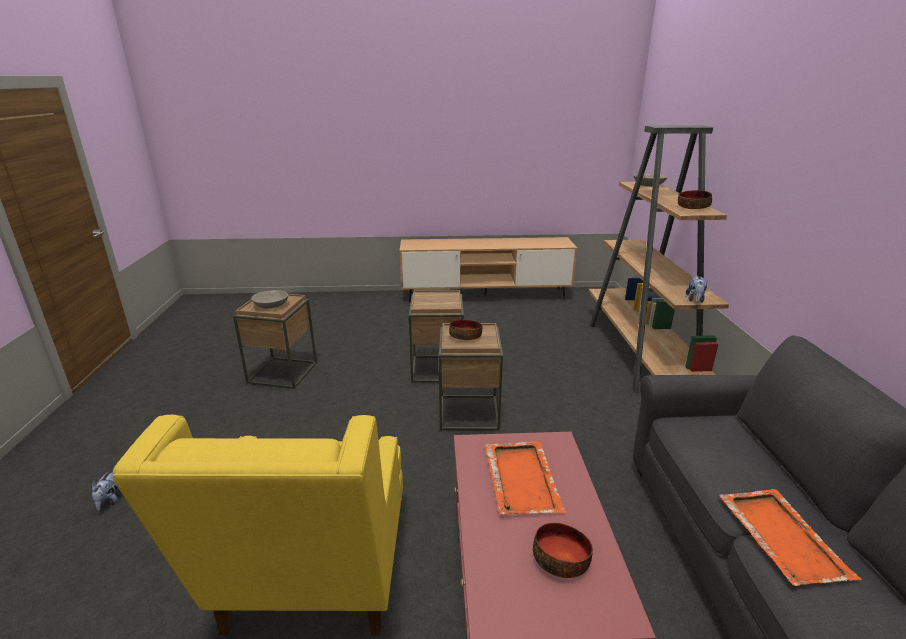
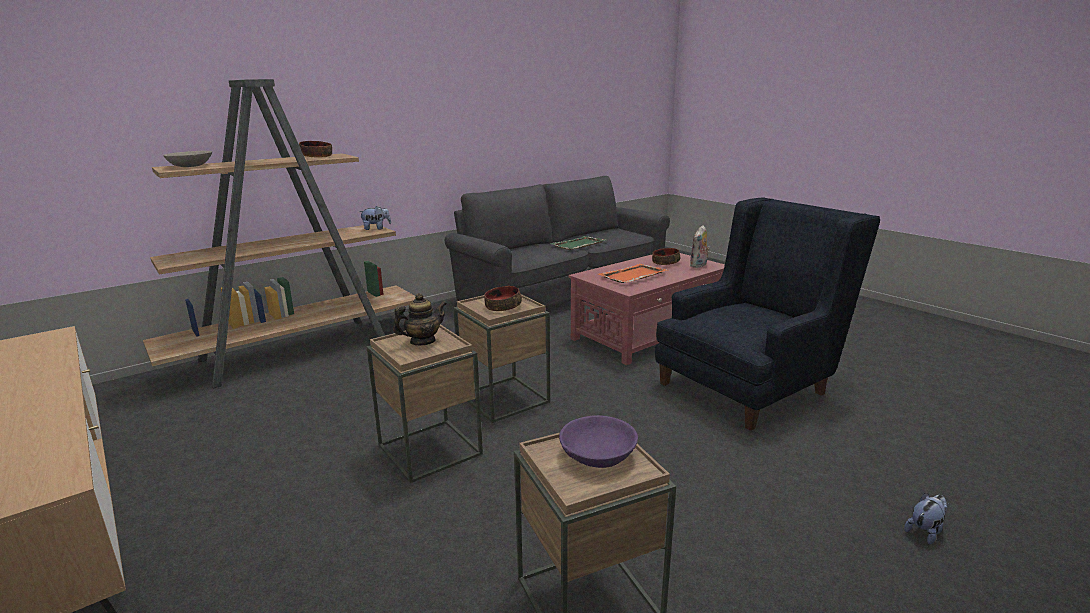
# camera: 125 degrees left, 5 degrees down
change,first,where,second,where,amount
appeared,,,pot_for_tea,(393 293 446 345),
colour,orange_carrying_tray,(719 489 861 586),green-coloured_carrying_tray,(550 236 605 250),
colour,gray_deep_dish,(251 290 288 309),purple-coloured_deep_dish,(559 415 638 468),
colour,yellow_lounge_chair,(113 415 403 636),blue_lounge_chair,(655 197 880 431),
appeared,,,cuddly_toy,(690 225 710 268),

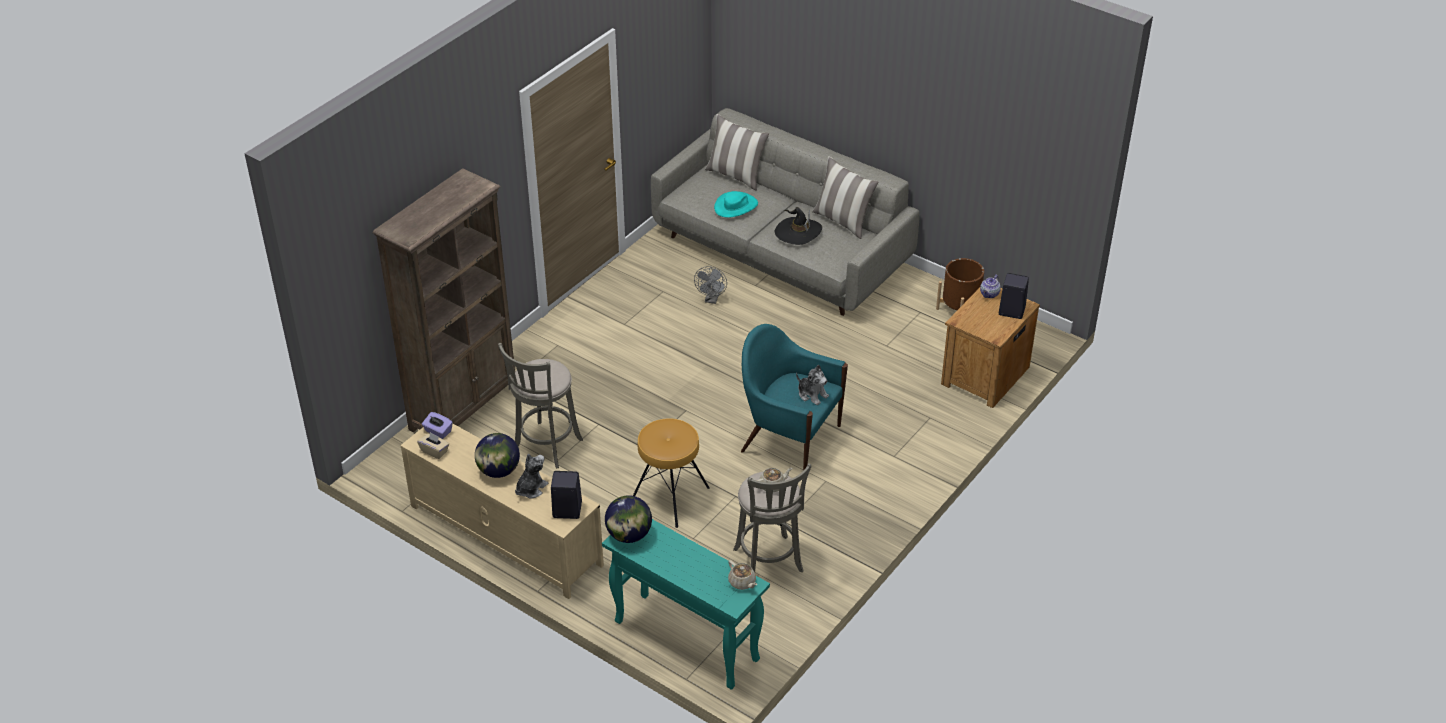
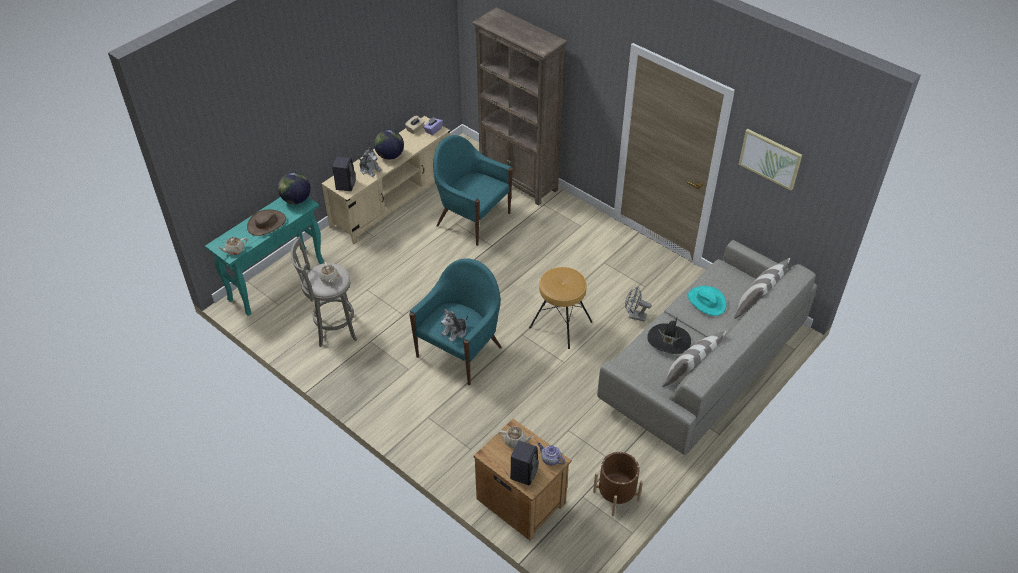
# camera: 95 degrees right, 5 degrees up
change,first,where,second,where,amount
appeared,,,brown_clothing_hat,(247 209 286 236),
exchanged,gray_stool,(498 343 583 469),turquoise_lounge_chair,(433 135 513 246),
appeared,,,beige-coloured_pot_for_tea,(499 427 533 448),
relocated,brown_stool,(633 418 710 528),,(529 267 592 349),
appeared,,,wall_picture,(738 129 802 191),

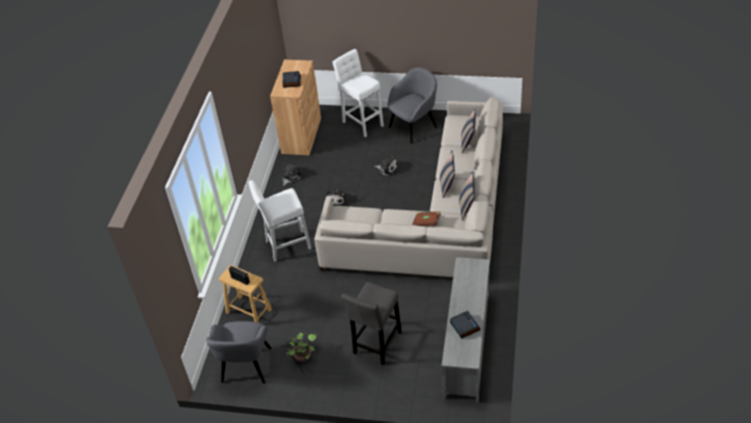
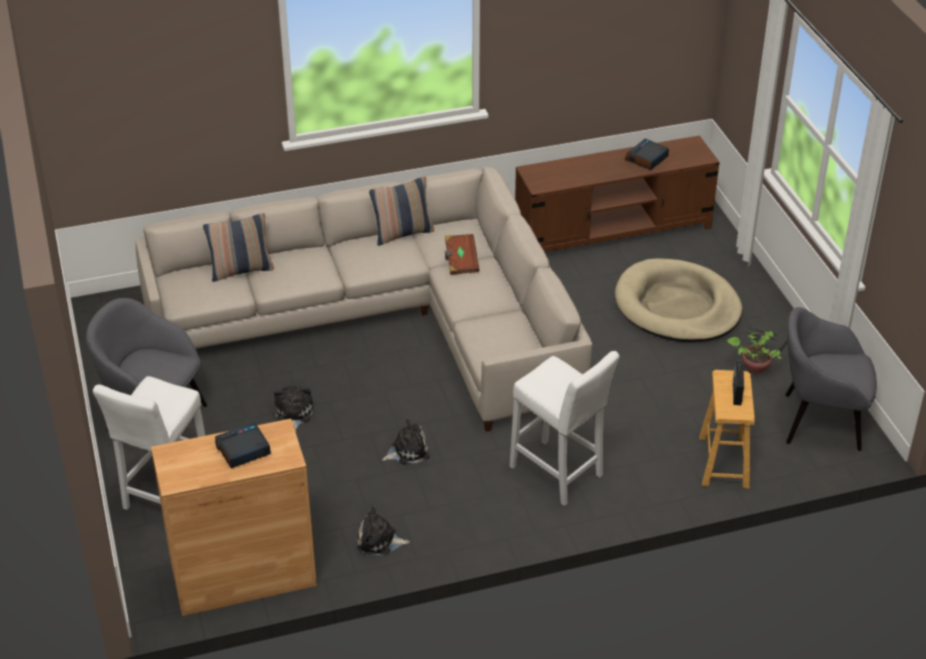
# camera: 120 degrees left, 5 degrees down
change,first,where,second,where,amount
colour,gray_tv_stand,(442 257 490 403),brown_tv_stand,(515 135 720 252),
exchanged,gray_stool,(341 282 402 365),beige-coloured_dog_cushion,(615 258 742 342),
spun,gray_lounge_chair,(206 321 272 384),,(785 307 877 451),150 degrees counterclockwise
missing,pillow,(440 151 455 198),,,

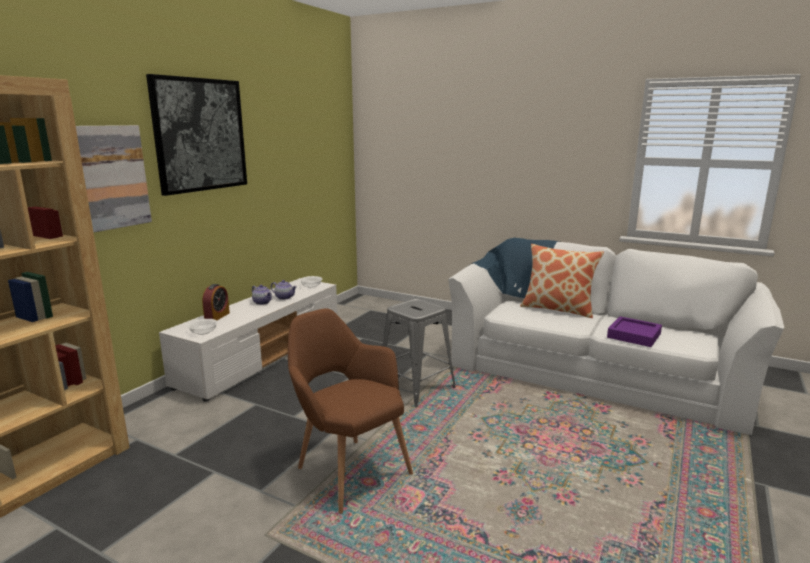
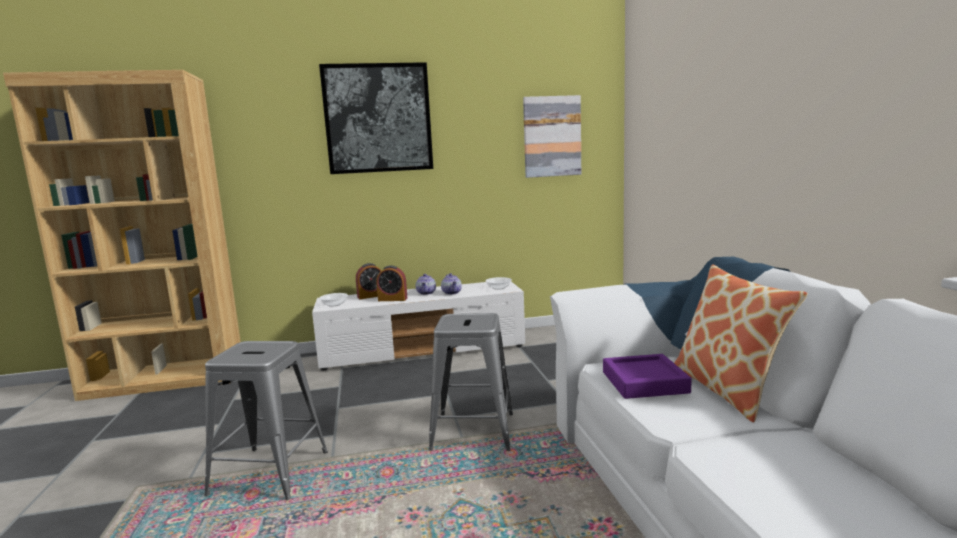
# camera: 50 degrees right, 5 degrees down
change,first,where,second,where,amount
exchanged,brown_lounge_chair,(288 309 413 514),gray_stool,(204 341 328 500),
appeared,,,bedside_clock,(376 265 407 301),
relocated,wall_picture,(76 125 152 233),,(523 95 581 178),
relocated,purple-coloured_carrying_tray,(607 316 662 347),,(603 354 692 399),

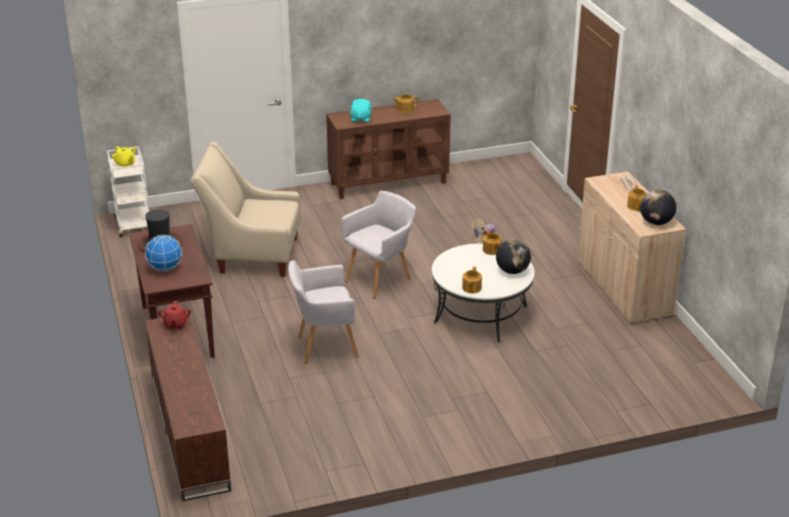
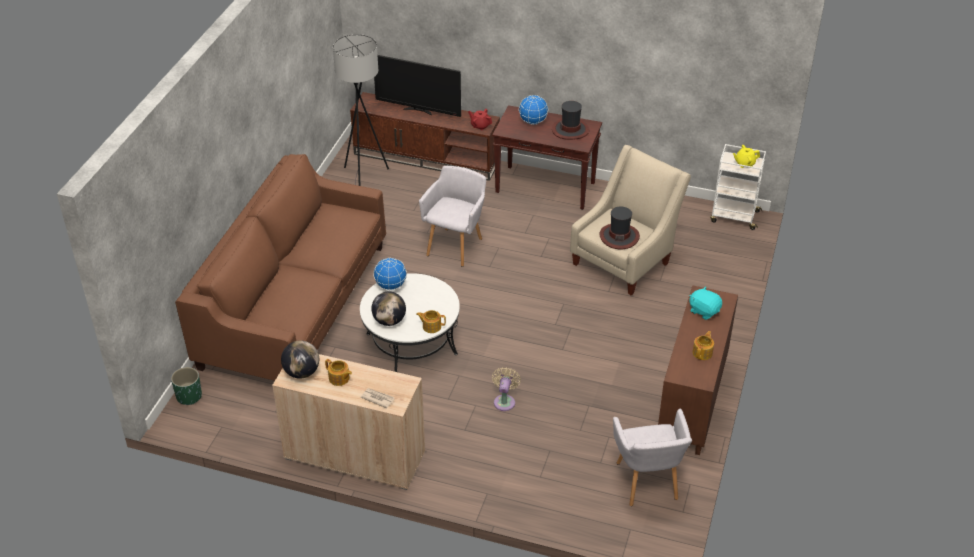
# camera: 125 degrees right, 10 degrees up
change,first,where,second,where,amount
appeared,,,green-coloured_planter,(171 367 202 405),
appeared,,,brown_settee,(175 154 386 381),
appeared,,,gray_floor_lamp,(333 34 389 186),
exchanged,pot_for_tea,(462 266 482 293),desk_globe,(373 257 407 290),
appeared,,,TV,(374 55 461 117),
appeared,,,clothing_hat,(600 206 640 249),
relocated,gray_lounge_chair,(342 191 416 299),,(613 409 692 506),

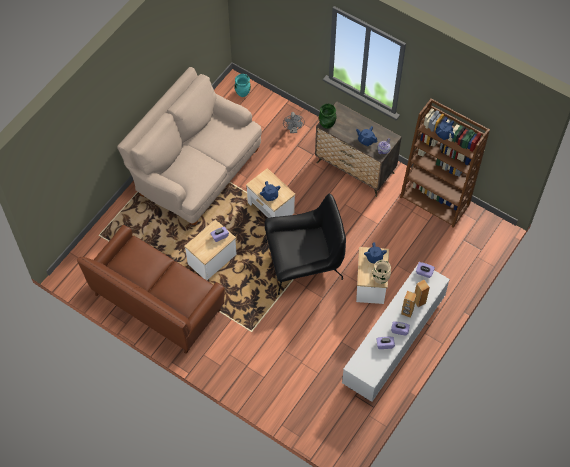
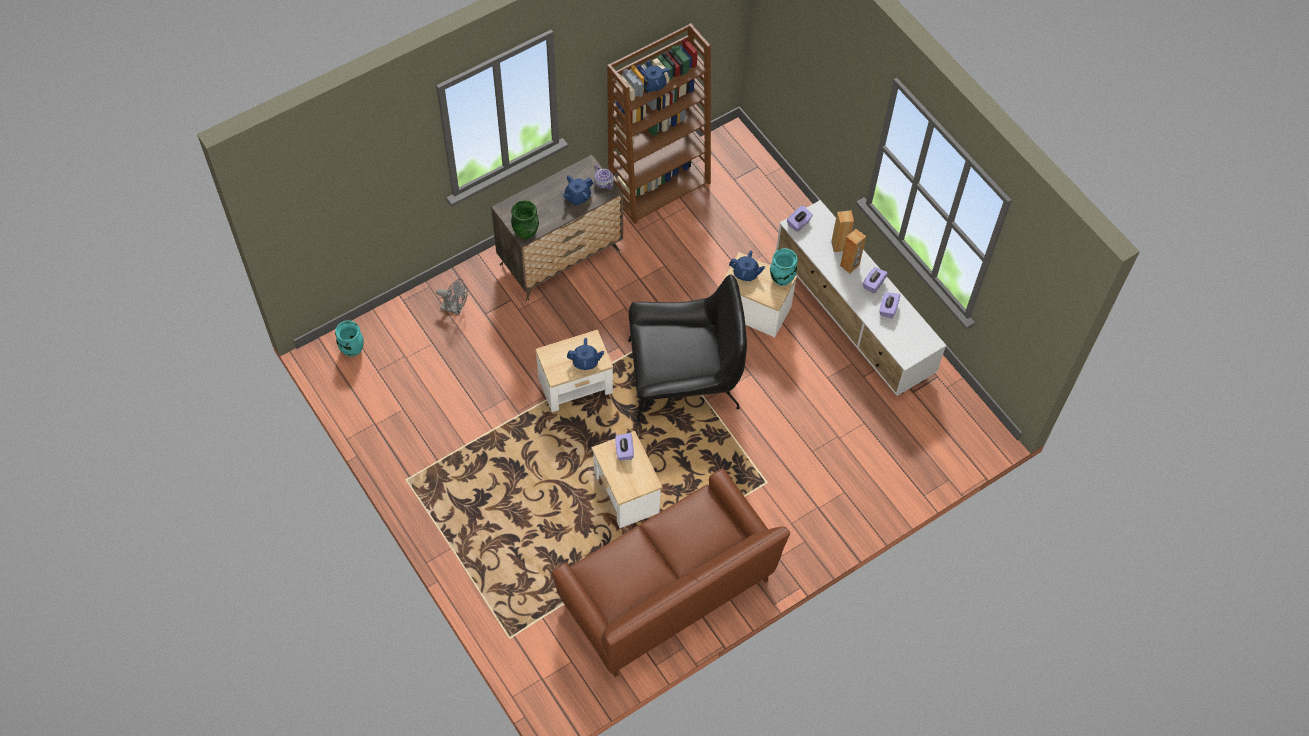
# camera: 70 degrees left, 0 degrees up
change,first,where,second,where,amount
spun,black_lounge_chair,(265 194 346 295),,(628 274 747 421),75 degrees clockwise
colour,beige-coloured_vase,(372 260 391 284),turquoise_vase,(770 248 798 286),
missing,beige-coloured_settee,(117 67 262 225),,,

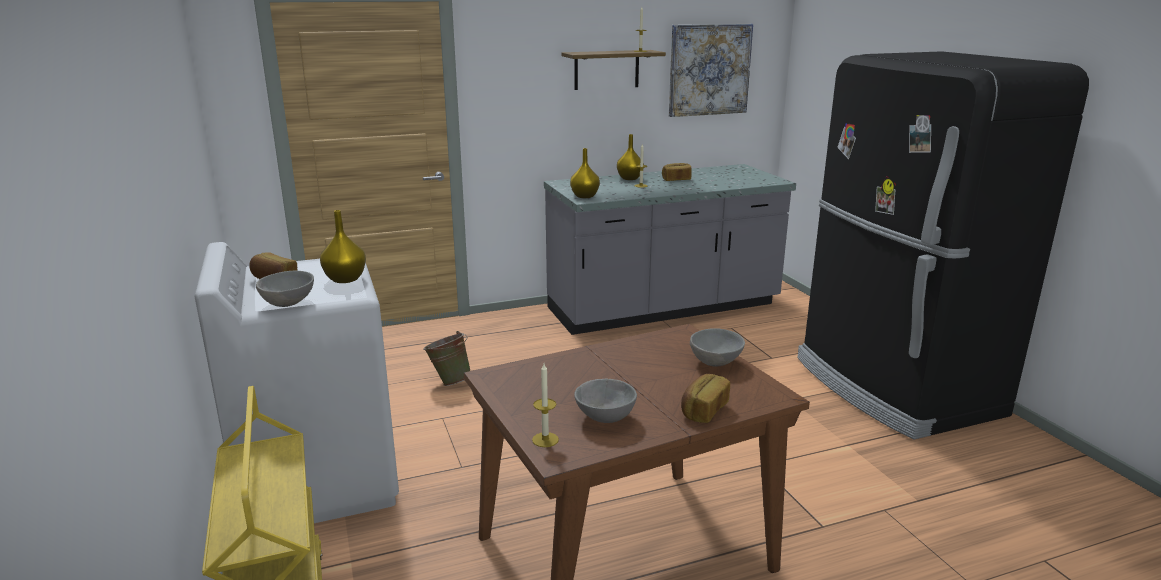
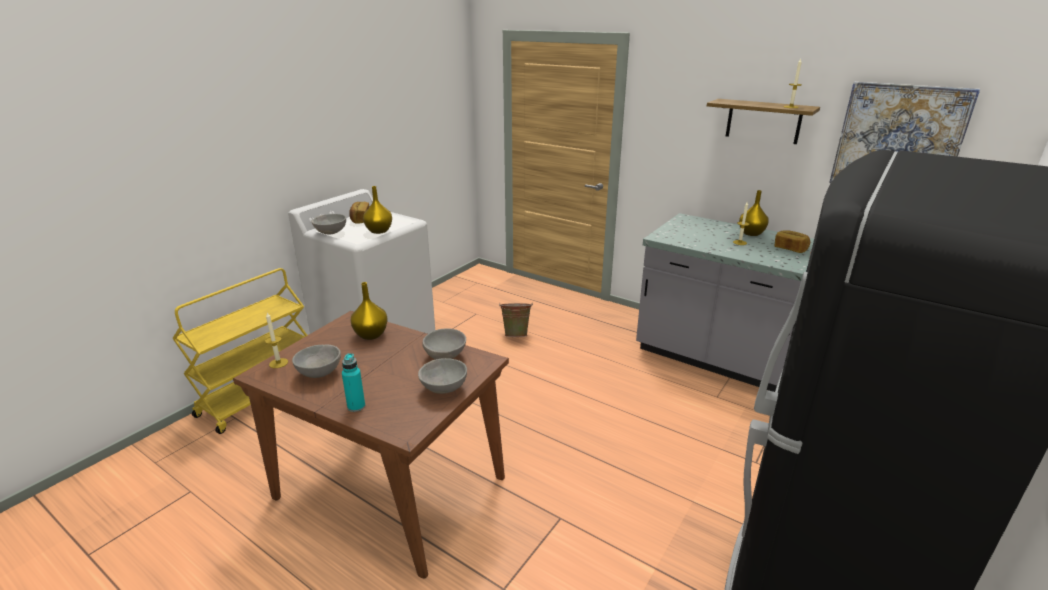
# camera: 55 degrees right, 5 degrees up
change,first,where,second,where,amount
exchanged,baked_bread,(681 374 730 423),turquoise_drink_bottle,(342 353 365 412),
relocated,yellow_vase,(570 148 600 198),,(350 282 388 340),
appeared,,,gray_deep_dish,(423 328 466 360),

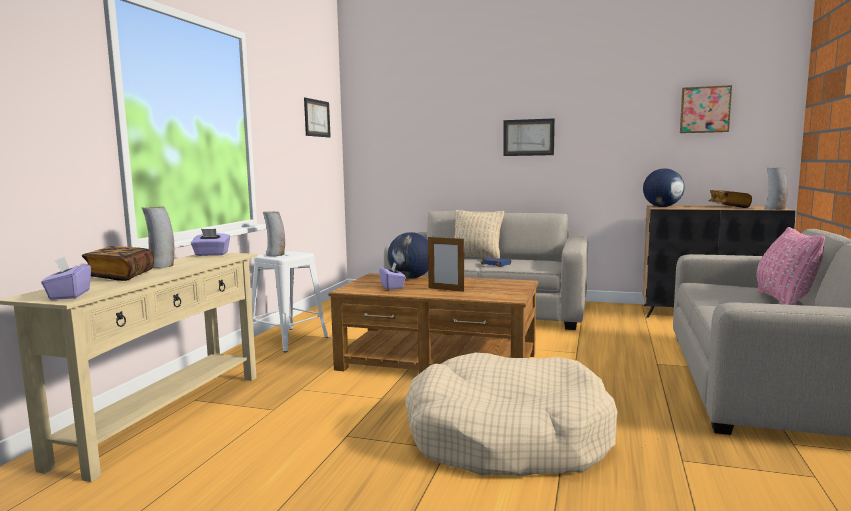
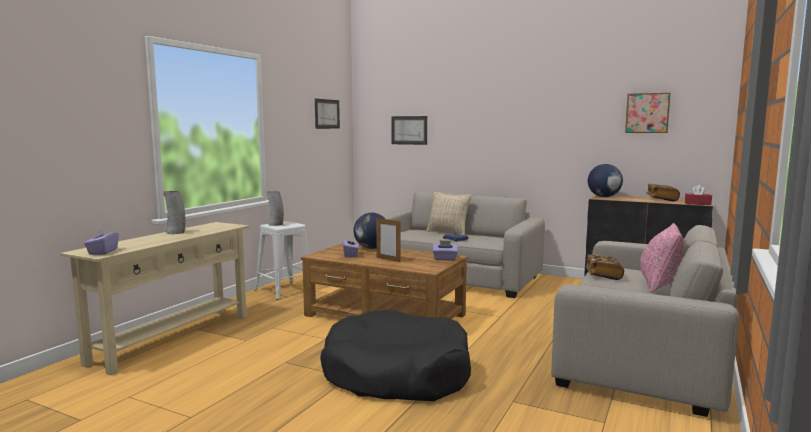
# camera: 10 degrees right, 0 degrees up
change,first,where,second,where,amount
colour,beige-coloured_dog_cushion,(405 353 617 476),black_dog_cushion,(320 310 471 401),
relocated,wall_picture,(503 118 555 156),,(391 116 427 145),
relocated,purple-coloured_tissue_box,(191 229 230 256),,(433 240 458 261),
relocated,volume,(82 246 154 281),,(586 254 624 280),
exchanged,vase,(765 167 788 210),red-coloured_tissue_box,(685 185 712 205),

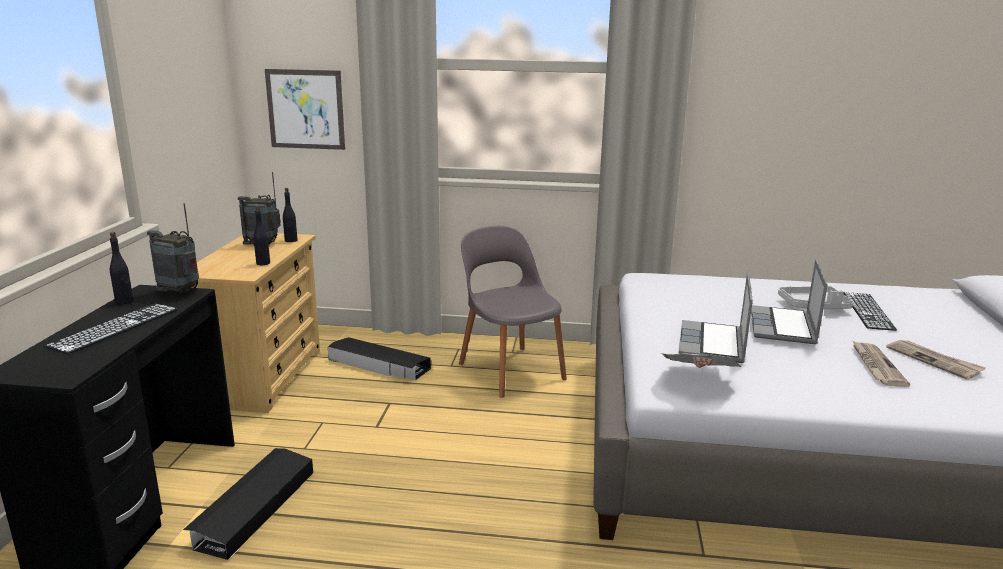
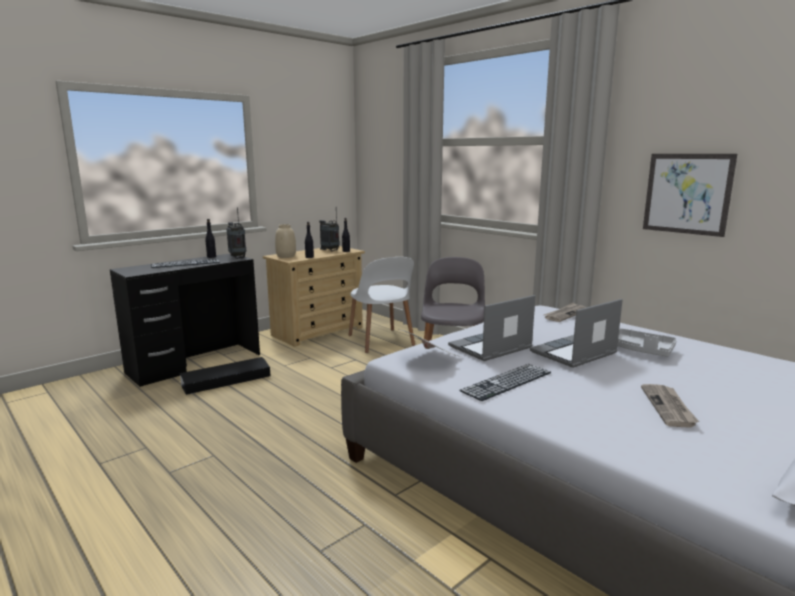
# camera: 40 degrees right, 5 degrees down
change,first,where,second,where,amount
appeared,,,beige-coloured_vase,(275 224 296 258),
exchanged,black_storage_bin,(328 337 431 380),whitish_chair,(349 257 415 353),
relocated,computer_keyboard,(844 292 897 331),,(459 364 551 401),
relocated,newspaper,(853 341 911 387),,(544 302 586 322),
relocated,wall_picture,(265 69 345 150),,(643 154 737 237),

